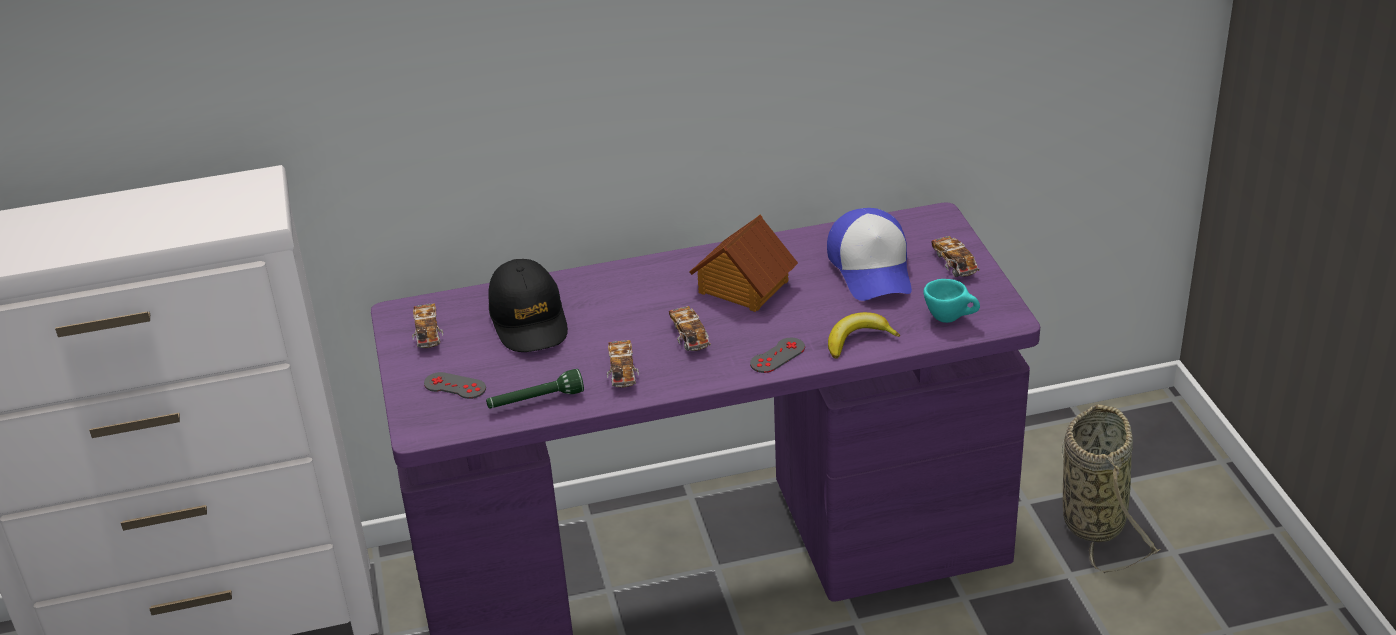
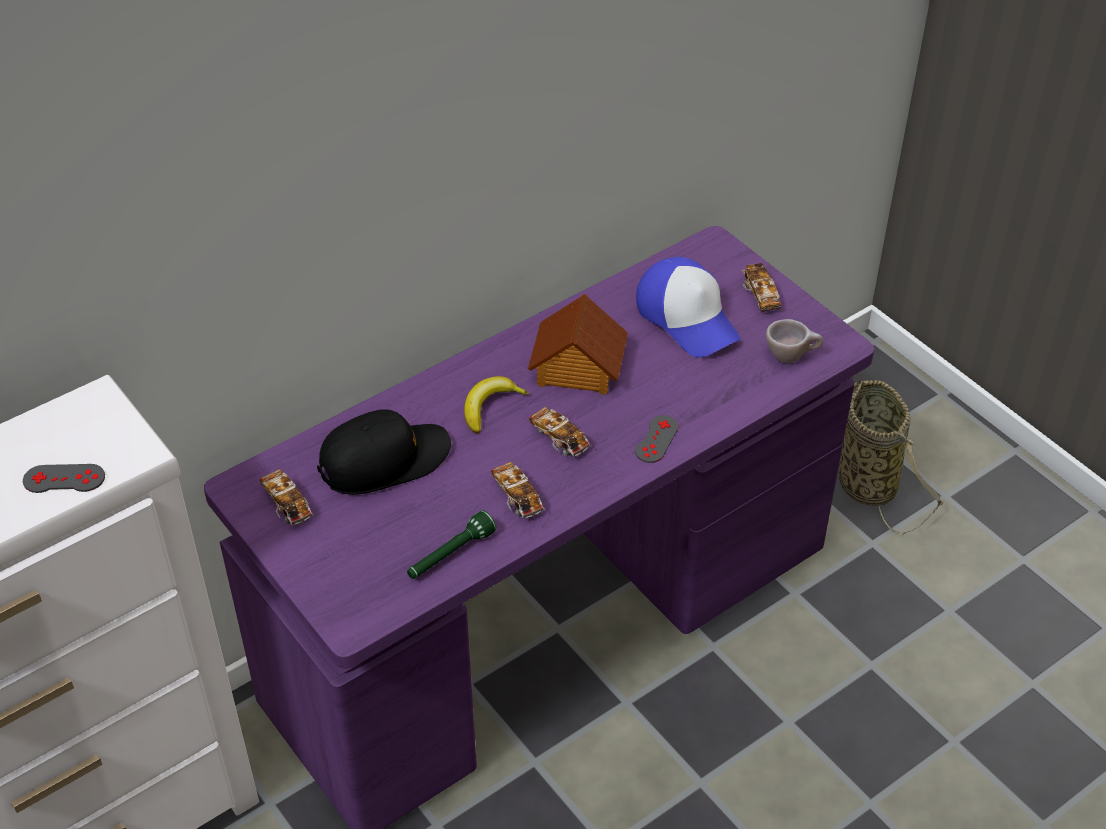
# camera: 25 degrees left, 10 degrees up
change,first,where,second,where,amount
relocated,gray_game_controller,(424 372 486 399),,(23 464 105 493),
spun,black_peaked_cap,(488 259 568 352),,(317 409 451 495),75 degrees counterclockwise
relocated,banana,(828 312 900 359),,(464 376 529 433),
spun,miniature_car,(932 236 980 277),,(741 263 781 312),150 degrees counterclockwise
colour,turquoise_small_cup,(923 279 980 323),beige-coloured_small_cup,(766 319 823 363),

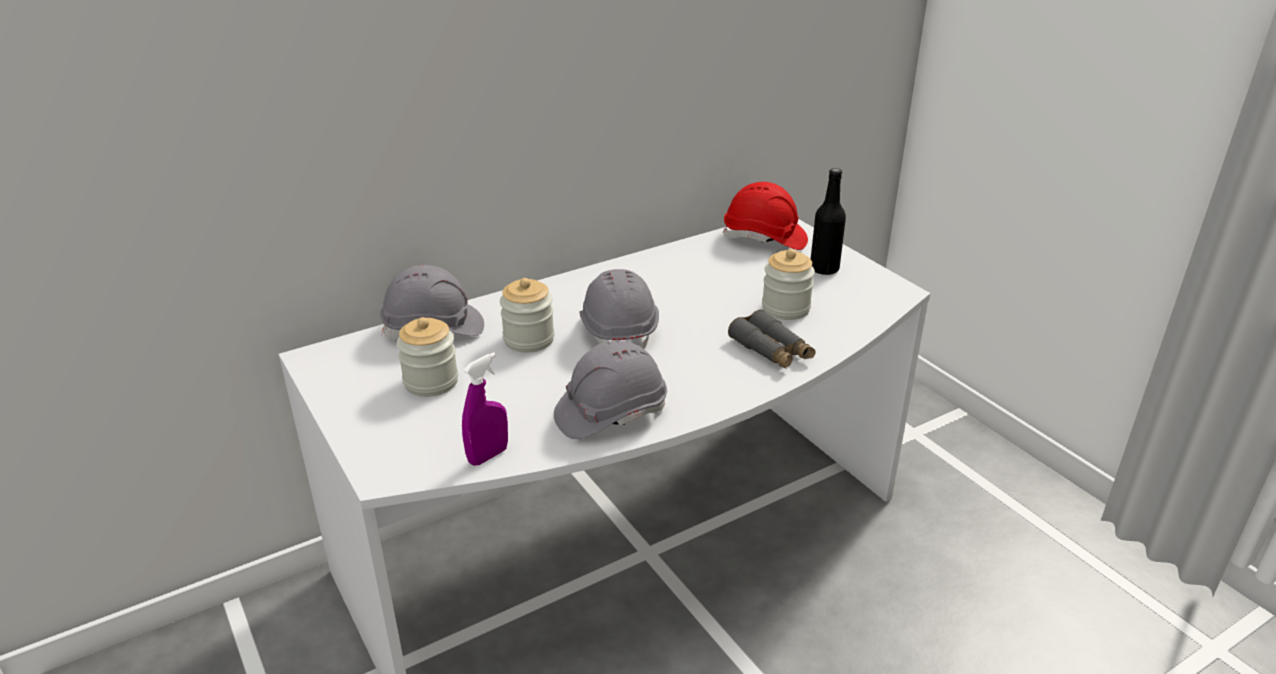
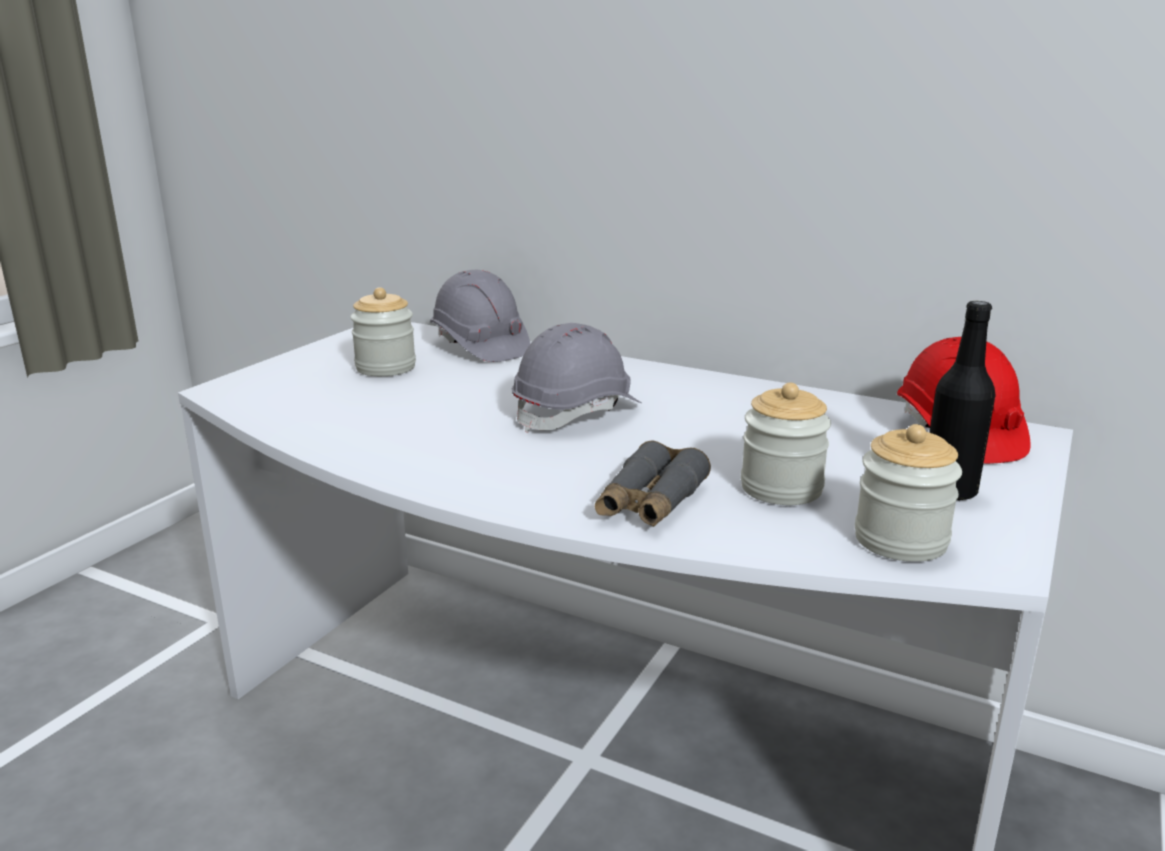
# camera: 60 degrees right, 10 degrees down
change,first,where,second,where,amount
relocated,preserve_jar,(500 278 554 353),,(855 424 962 562),
missing,purple-coloured_hand_sprayer,(462 352 508 466),,,
missing,gray_work_helmet,(554 340 667 439),,,

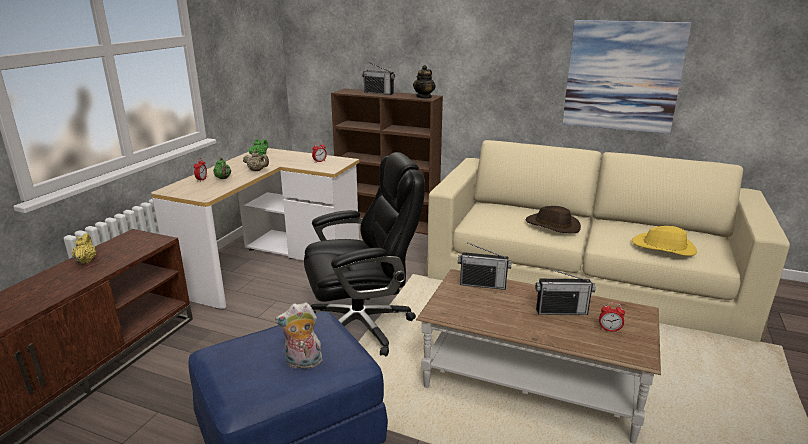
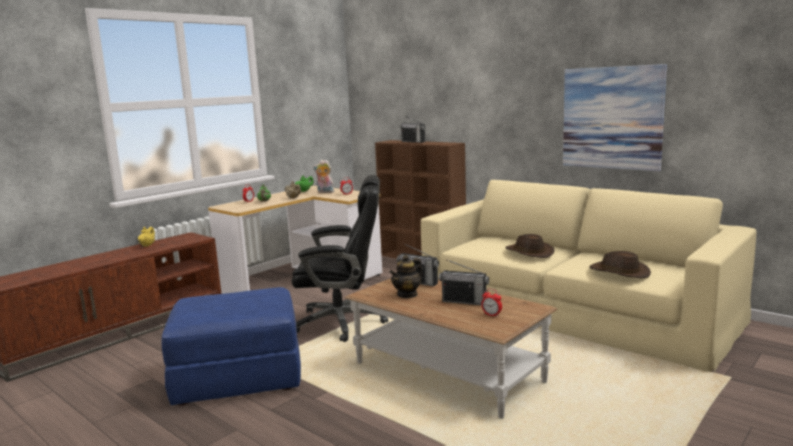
# camera: 20 degrees right, 10 degrees down
change,first,where,second,where,amount
relocated,cuddly_toy,(275 302 322 369),,(313 160 334 193),
relocated,pot_for_tea,(413 65 436 99),,(389 255 423 298),
colour,yellow_clothing_hat,(632 226 697 256),brown_clothing_hat,(590 251 651 278),

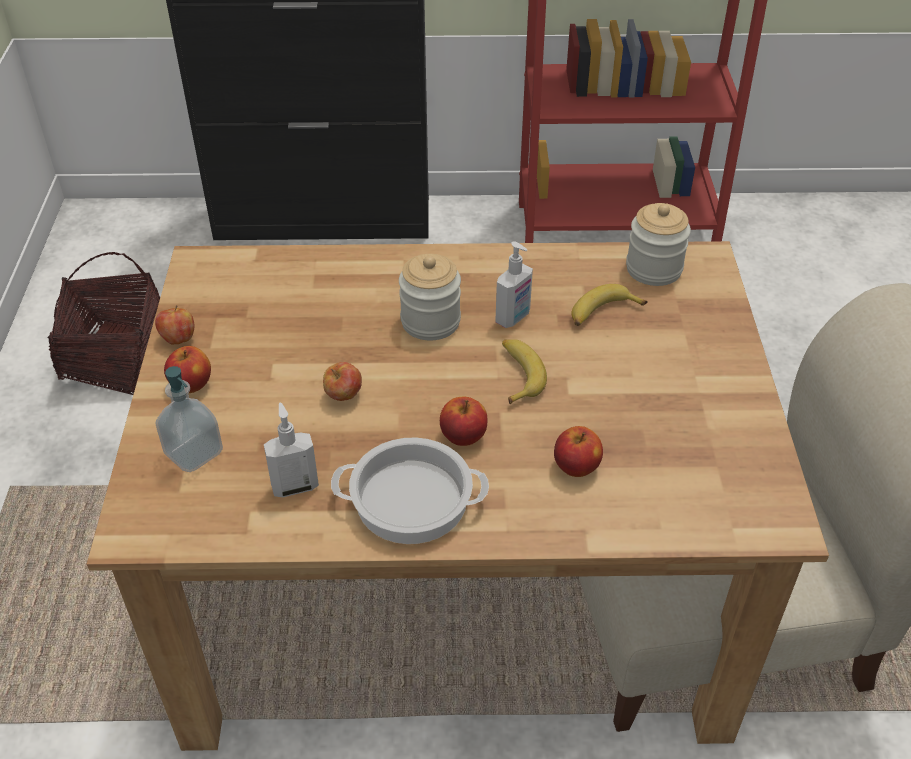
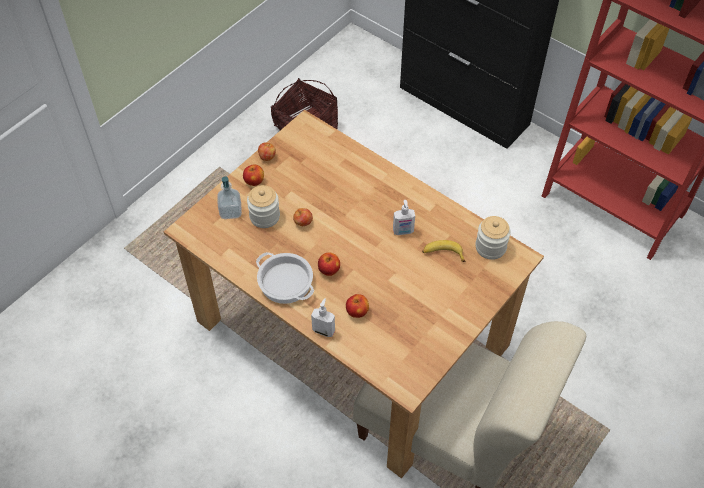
# camera: 40 degrees right, 10 degrees up
change,first,where,second,where,amount
relocated,preserve_jar,(399 254 461 340),,(247 185 280 228),
relocated,liquid_soap_bottle,(264 403 319 497),,(311 298 335 337),
missing,banana,(502 339 547 404),,,

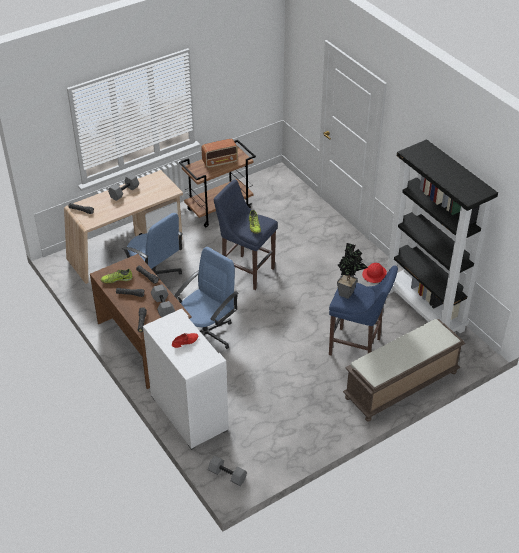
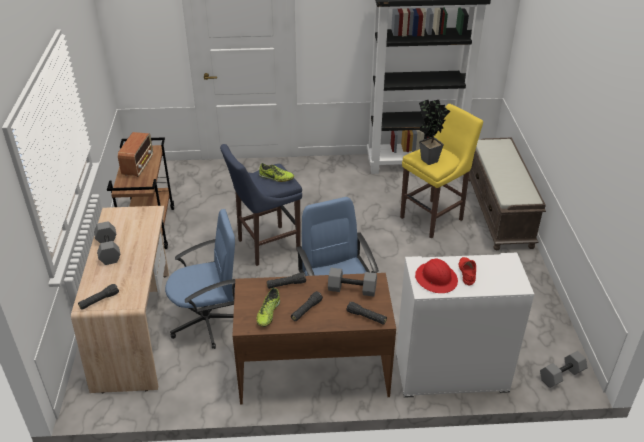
# camera: 60 degrees left, 5 degrees down
change,first,where,second,where,amount
colour,blue_stool,(329 265 398 356),yellow_stool,(400 104 483 239),
relocated,red-coloured_work_helmet,(362 263 387 283),,(415 259 458 293),

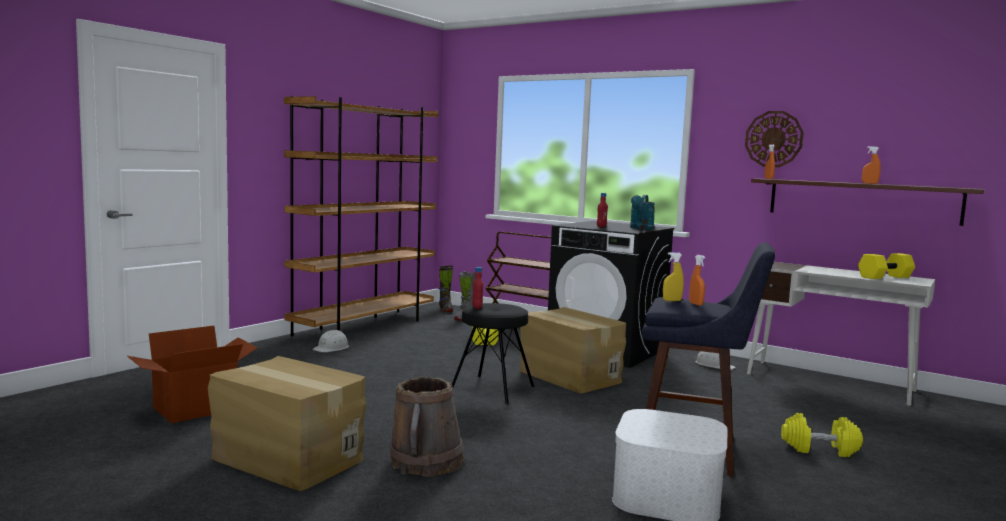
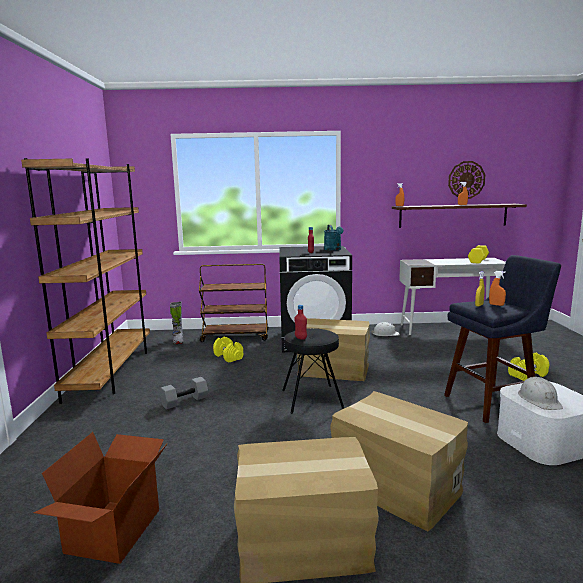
# camera: 35 degrees left, 5 degrees up
change,first,where,second,where,amount
appeared,,,gray_free_weight,(160 377 208 410),
exchanged,brown_water_bucket,(390 377 464 477),carton,(330 391 468 531),
relocated,hanging_clock,(745 111 804 167),,(448 161 485 199),
relocated,whitish_work_helmet,(313 330 349 352),,(518 377 563 410),
missing,black_tall_boot,(439 265 453 312),,,

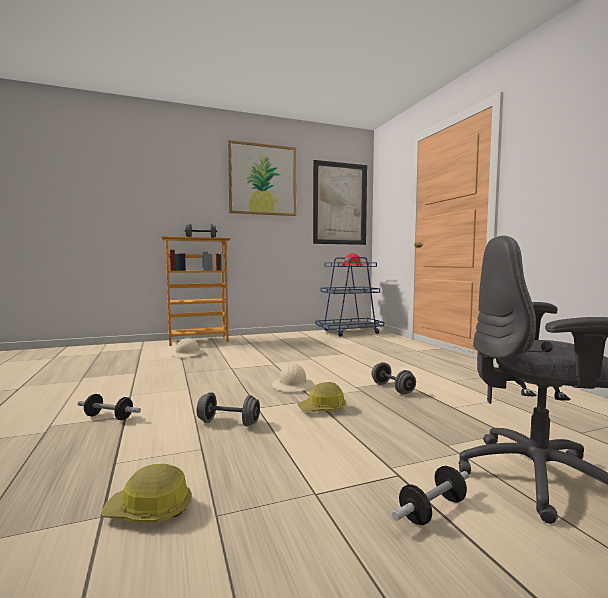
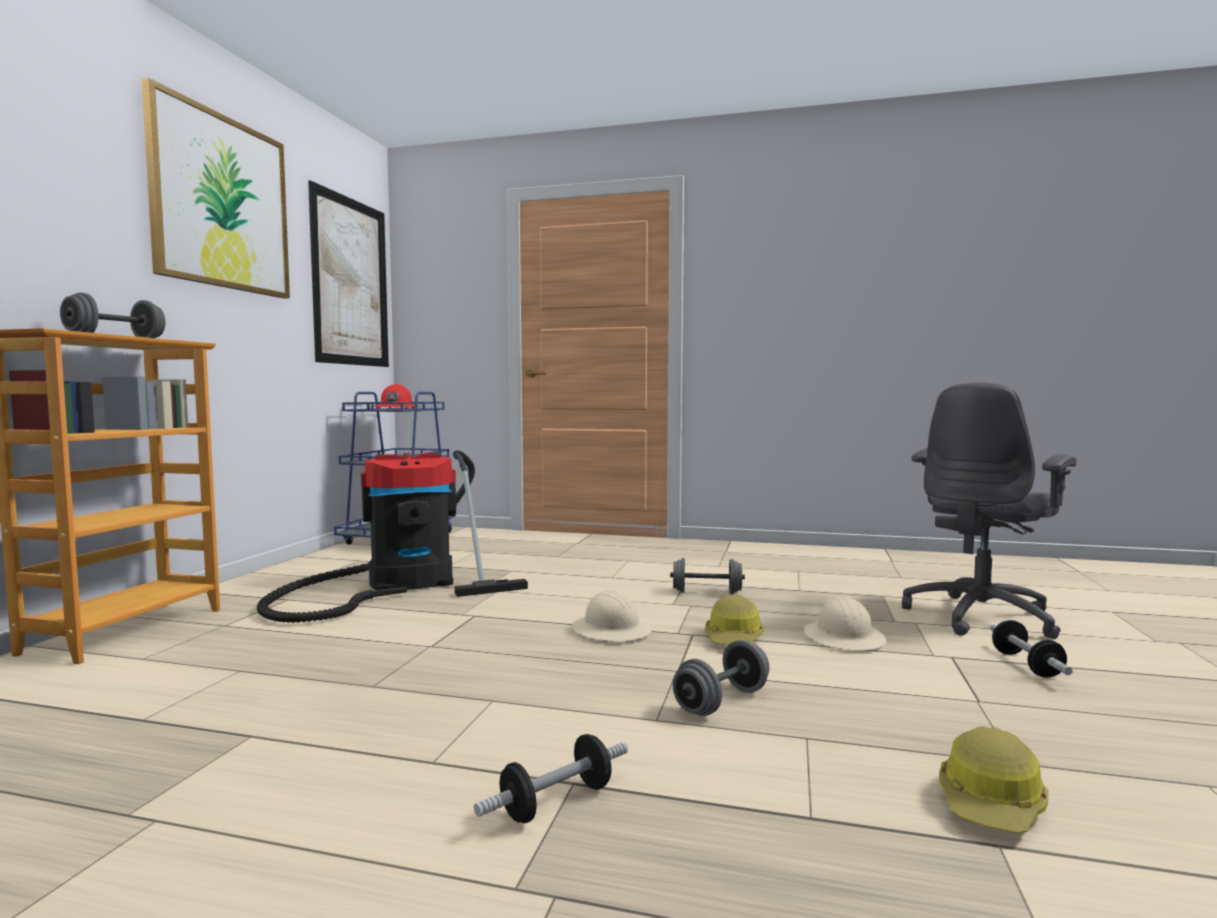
# camera: 55 degrees left, 0 degrees up
change,first,where,second,where,amount
appeared,,,hoover,(257 450 528 623),
relocated,beige-coloured_work_helmet,(170 338 205 358),,(804 596 886 650),

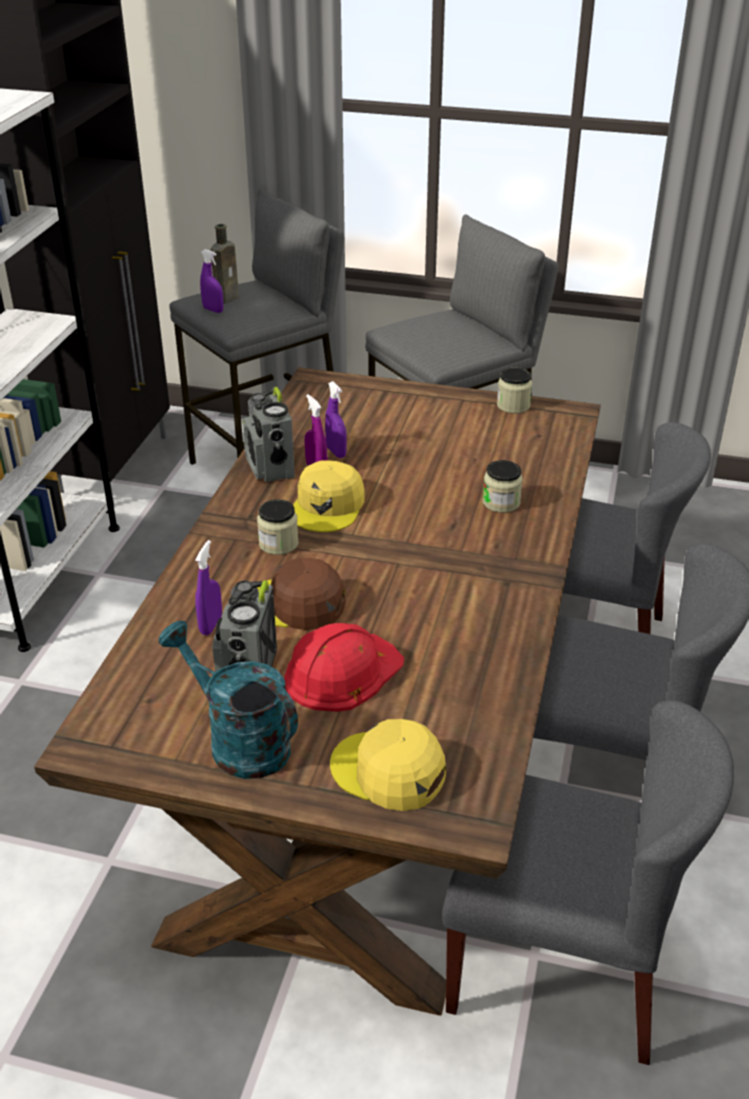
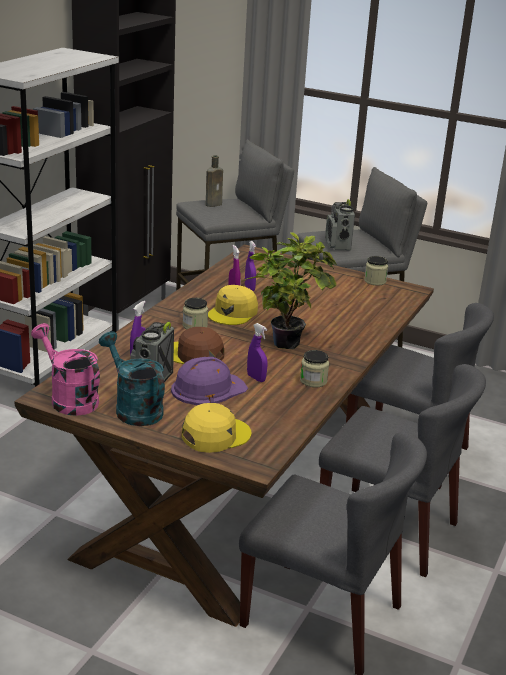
# camera: 10 degrees right, 10 degrees down
change,first,where,second,where,amount
appeared,,,pink_sprinkling_can,(31 323 100 416),
colour,red-coloured_work_helmet,(284 623 404 712),purple-coloured_work_helmet,(171 357 248 405),
spun,yellow_peaked_cap,(330 719 446 811),,(181 403 252 453),105 degrees clockwise
appeared,,,potted_plant,(243 232 337 349),
relocated,purple-coloured_hand_sprayer,(200 249 223 313),,(247 323 268 382),
relocated,preserve_jar,(483 460 523 513),,(300 350 329 387),
relocated,radio_set,(242 387 295 482),,(325 199 355 250),

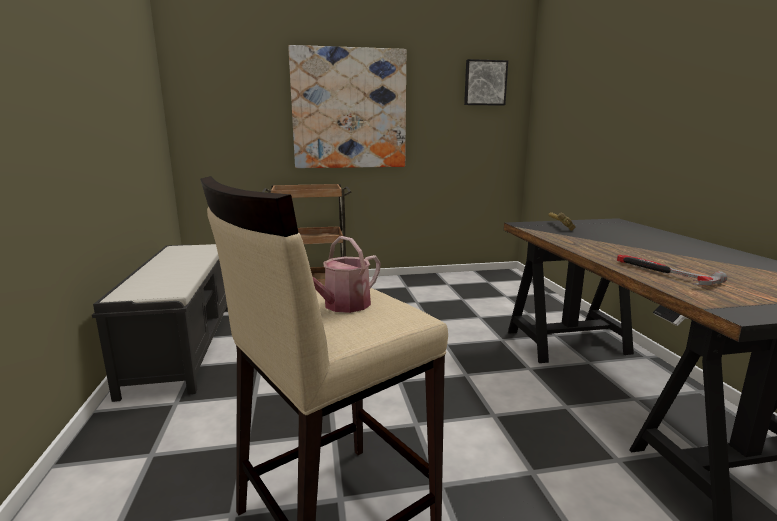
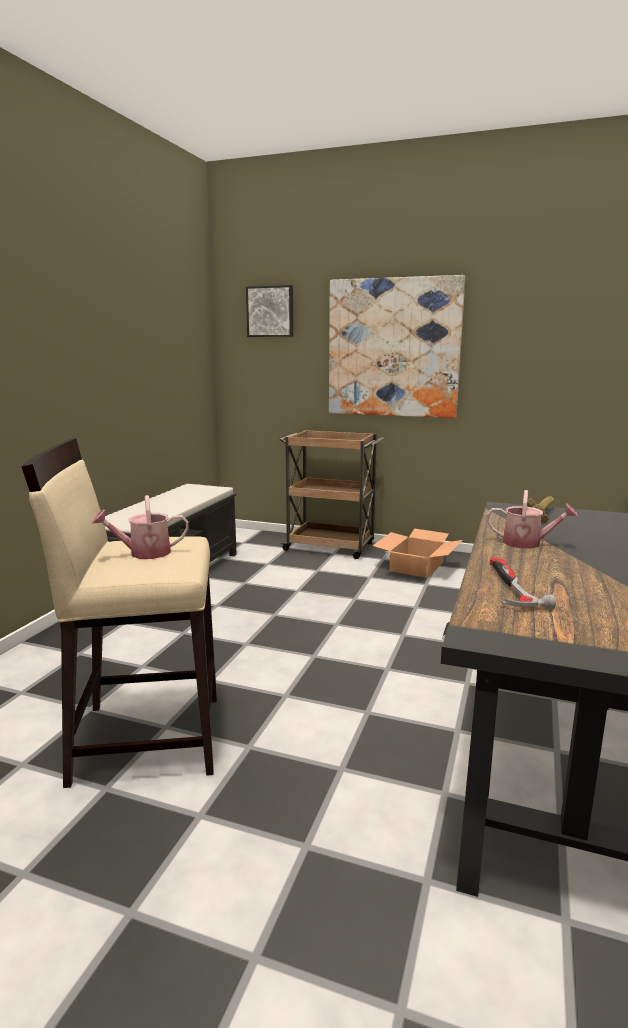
# camera: 30 degrees right, 0 degrees up
change,first,where,second,where,amount
relocated,wall_picture,(464 59 508 106),,(246 285 293 337),
appeared,,,carton,(372 528 463 578),
appeared,,,sprinkling_can,(487 490 578 548),

